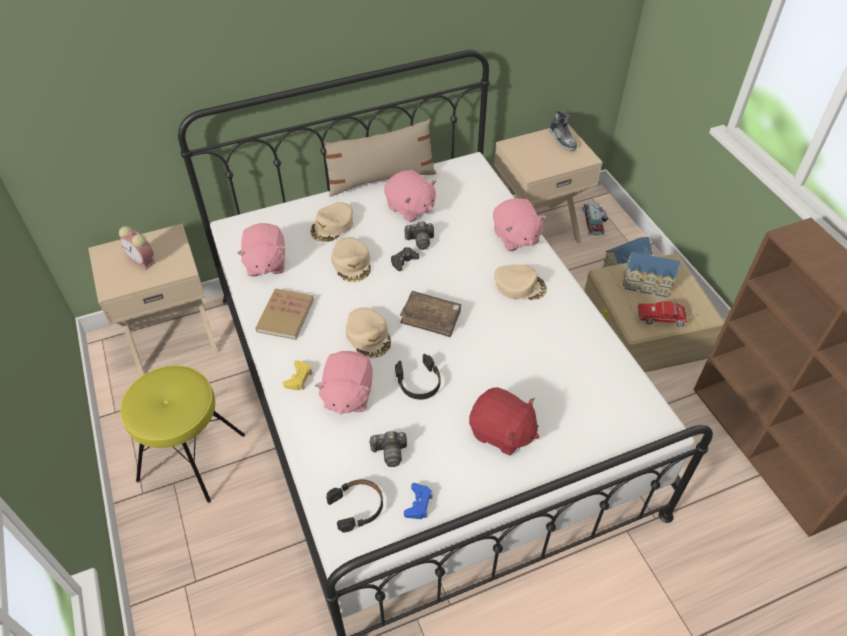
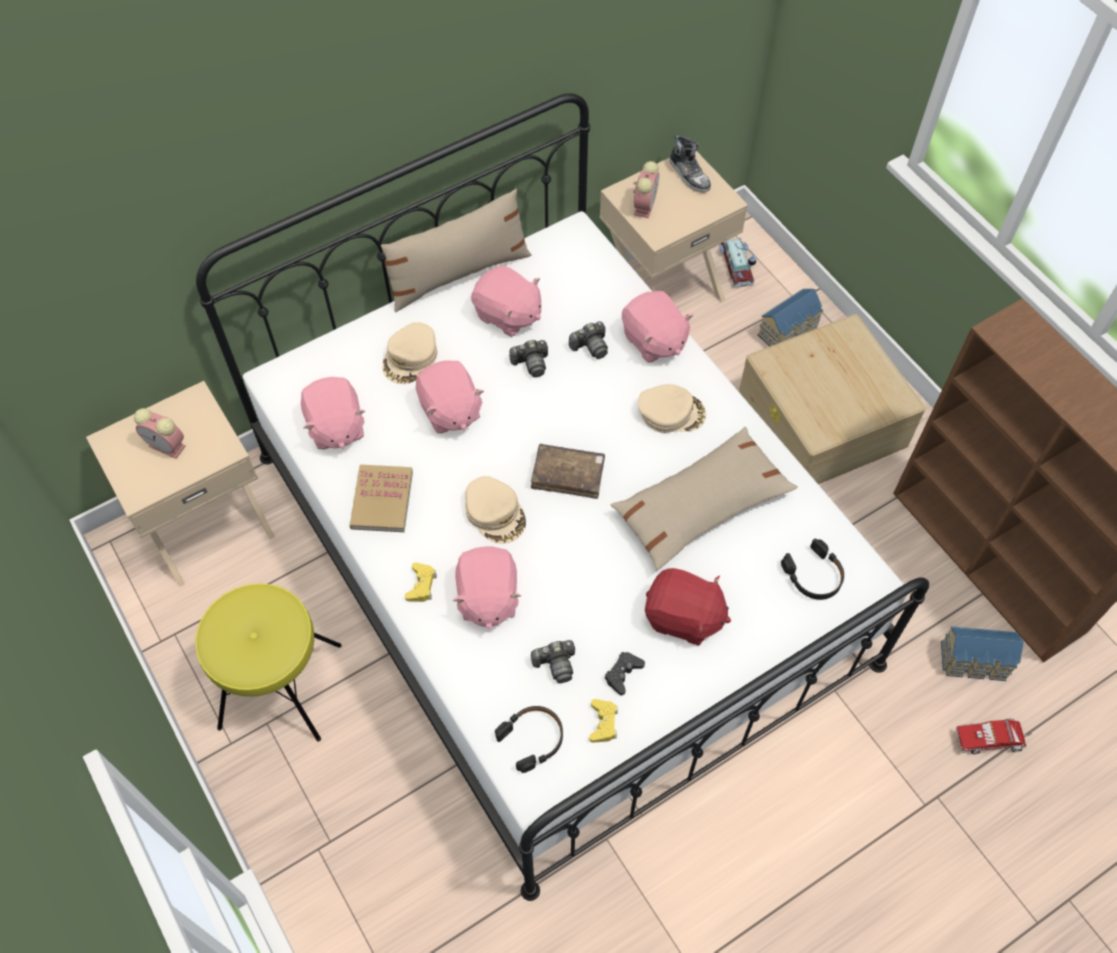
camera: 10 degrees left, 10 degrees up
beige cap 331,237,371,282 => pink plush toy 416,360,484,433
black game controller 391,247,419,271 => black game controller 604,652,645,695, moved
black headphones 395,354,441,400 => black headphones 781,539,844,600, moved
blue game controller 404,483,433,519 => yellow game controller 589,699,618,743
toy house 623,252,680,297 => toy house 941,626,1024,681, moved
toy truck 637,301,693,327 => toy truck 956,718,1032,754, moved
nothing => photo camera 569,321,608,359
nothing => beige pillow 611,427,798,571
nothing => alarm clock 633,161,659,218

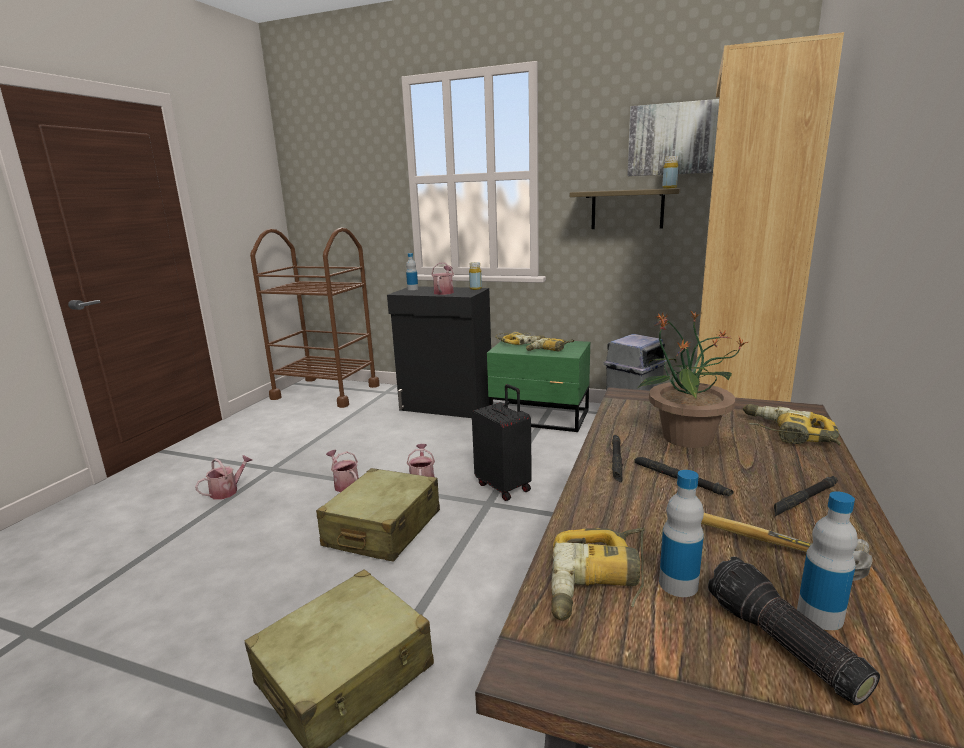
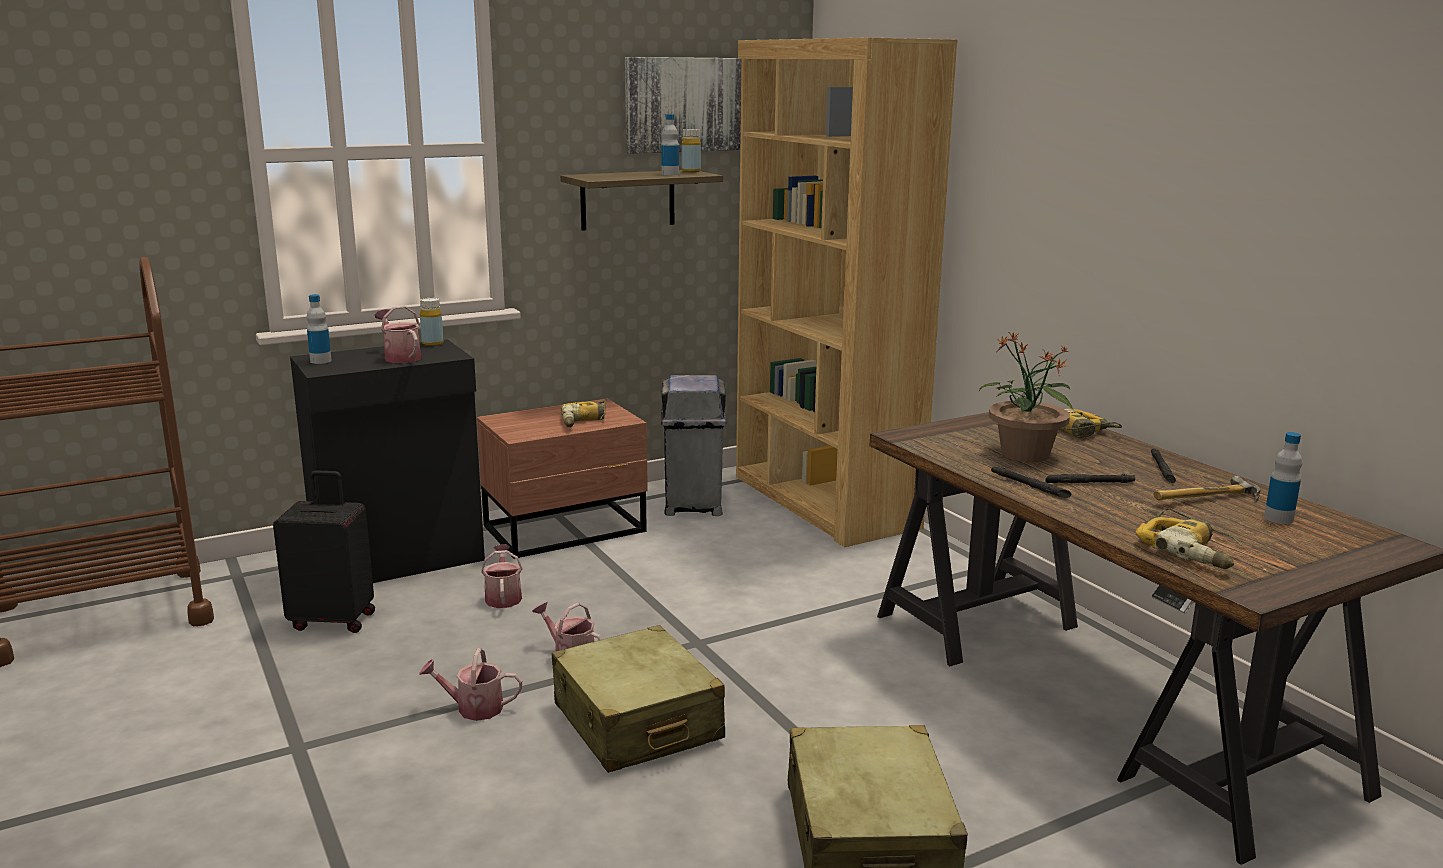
camera: 50 degrees left, 0 degrees up
watering can 195,455,252,500 => watering can 481,544,523,608, moved
black suitcase 472,384,532,501 => black suitcase 273,470,375,633, moved
green nightstand 487,340,590,432 => brown nightstand 477,398,648,559
power drill 495,332,545,345 => nothing
bottle 659,470,704,597 => bottle 661,114,679,175, moved
flashlight 708,557,880,705 => nothing

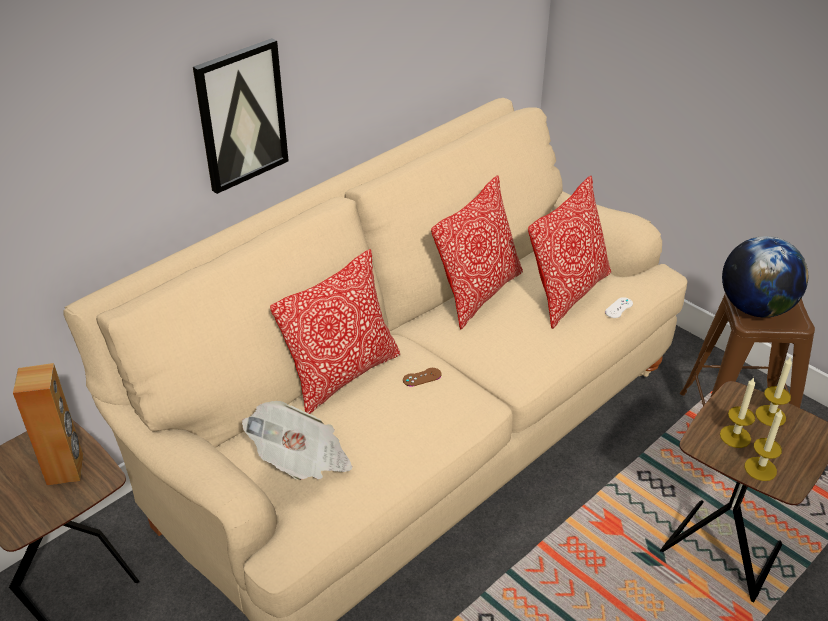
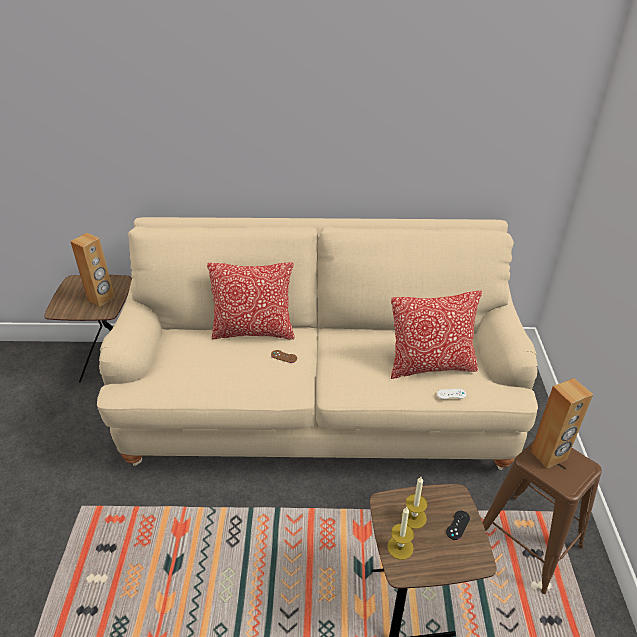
camera: 45 degrees right, 0 degrees up
picture 193,38,289,194 => nothing
newspaper 242,401,353,480 => nothing
pillow 431,176,523,330 => nothing
globe 722,236,808,317 => brown speaker 531,378,593,469
candle 755,356,792,426 => black game controller 446,511,470,540

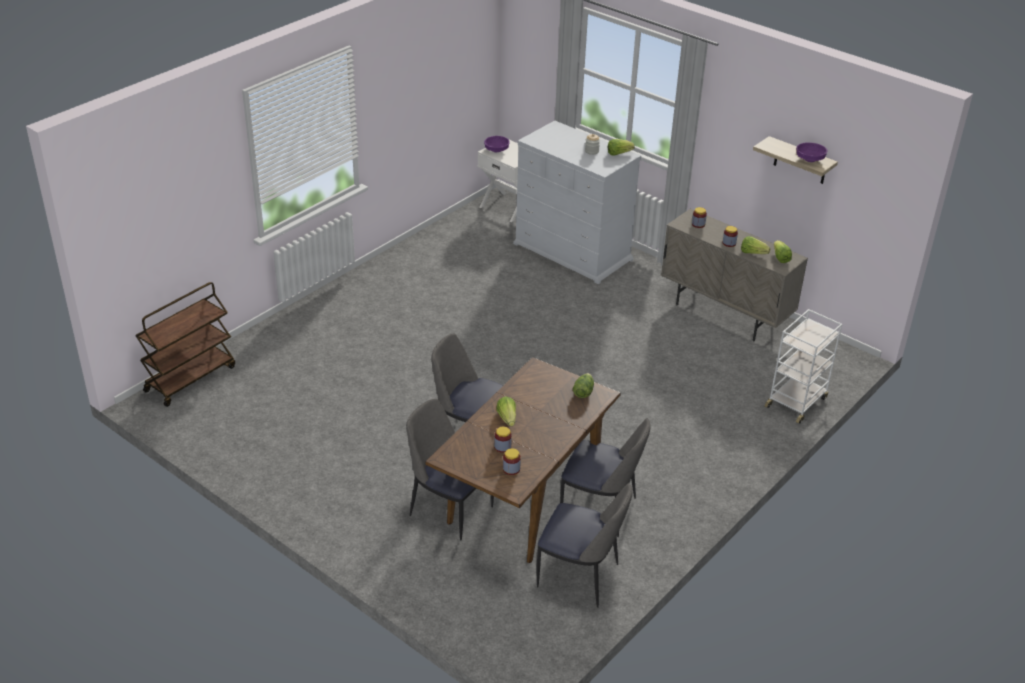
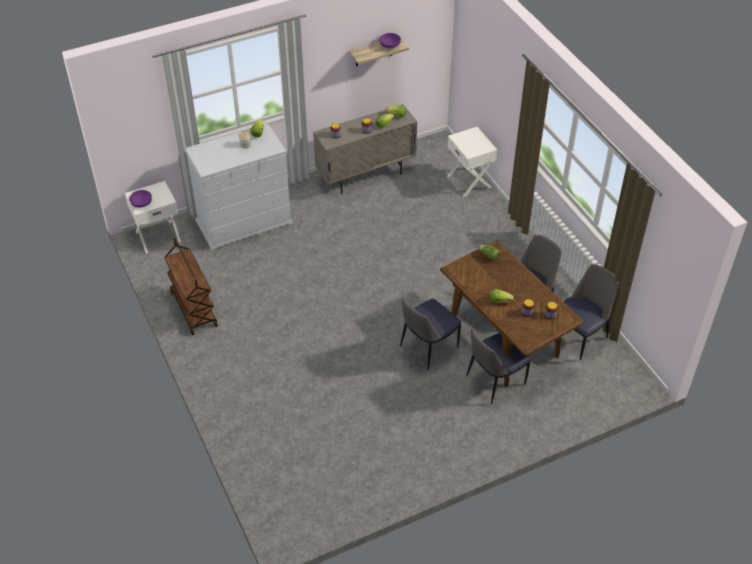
camera: 65 degrees left, 10 degrees up
brown cart 136,282,235,407 => brown cart 164,238,218,335, moved
white cart 764,309,842,423 => white nightstand 447,127,497,197

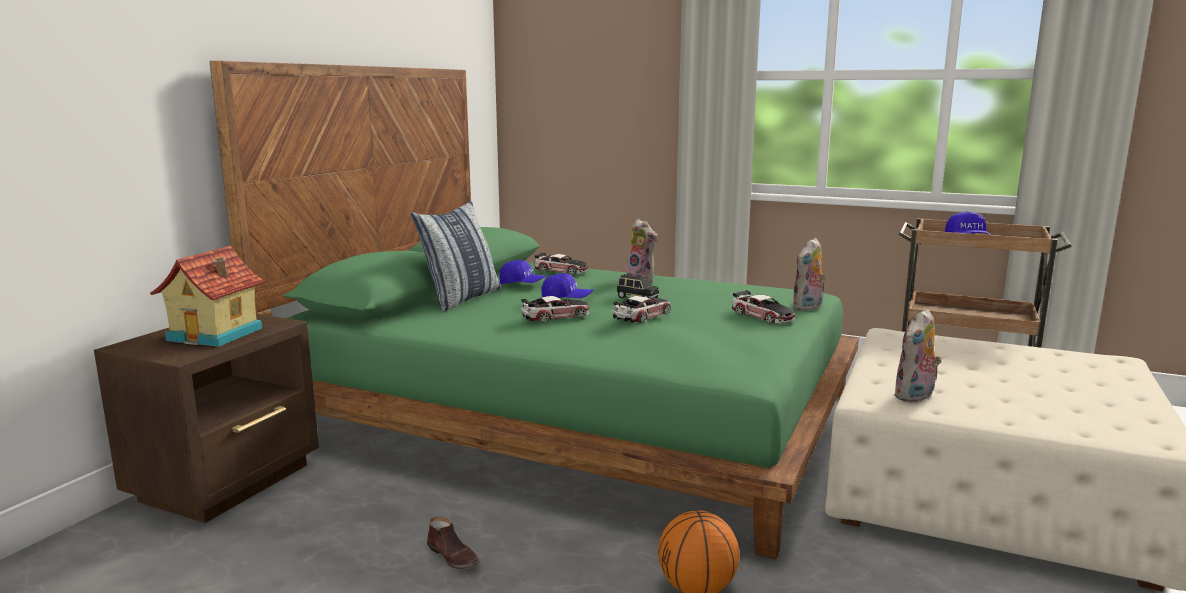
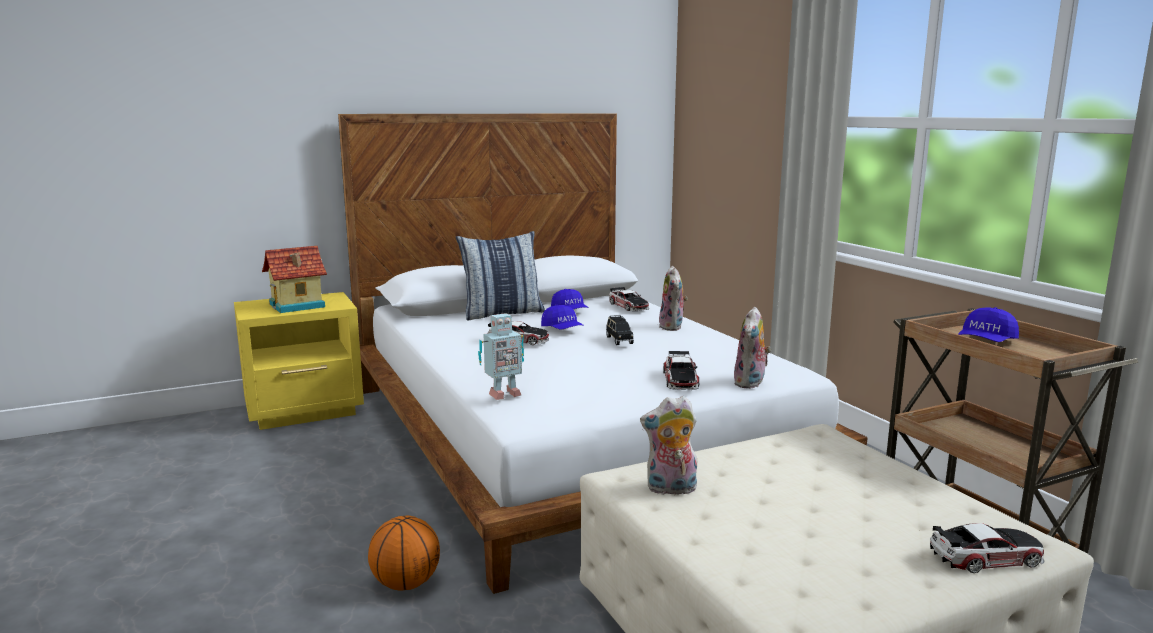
camera: 40 degrees right, 0 degrees up
brown nightstand 94,314,319,523 => yellow nightstand 234,292,364,430
green bed 210,61,859,559 => white bed 338,113,868,594
brown shoe 427,517,480,569 => nothing
toy car 613,296,671,323 => toy car 930,523,1044,573, moved
plush toy 793,238,827,311 => plush toy 734,307,771,389, 60 degrees counterclockwise
nothing => toy robot 478,313,524,400

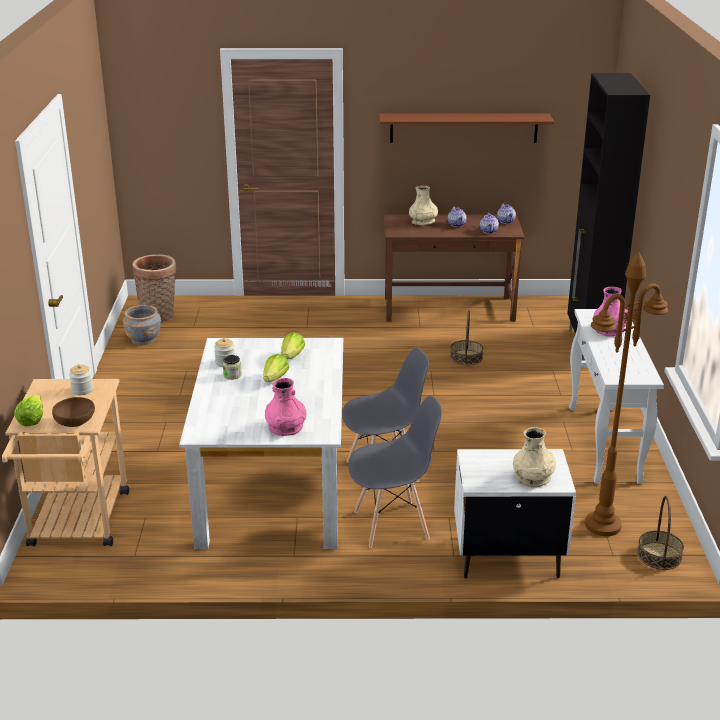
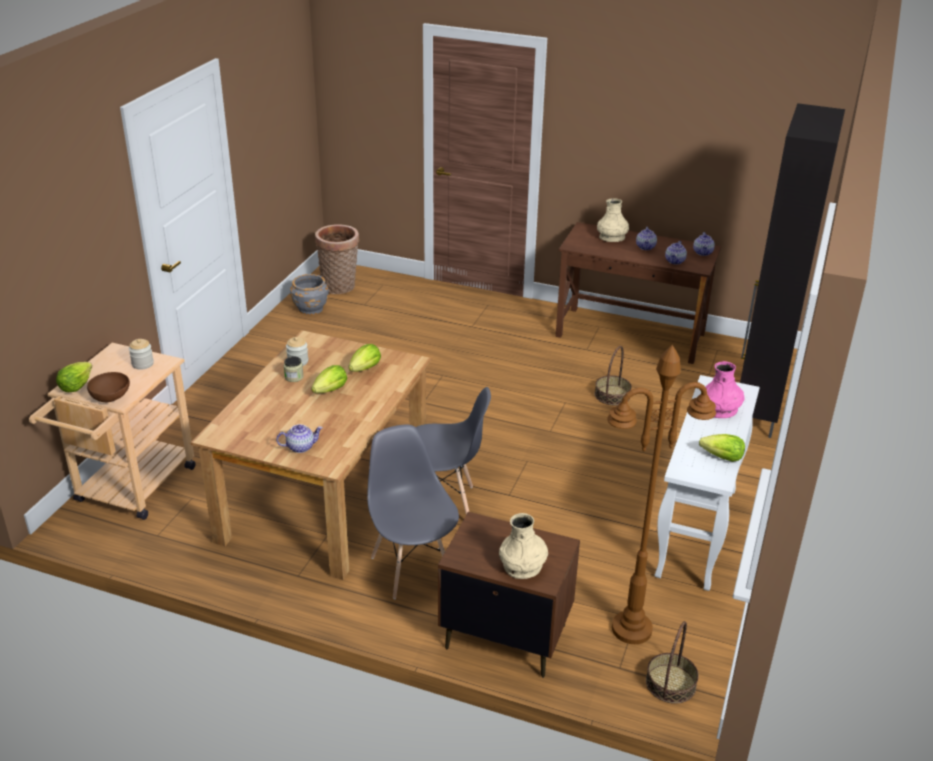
camera: 20 degrees right, 5 degrees up
white dining table 179,338,343,549 => brown dining table 191,330,431,580
pink vase 265,378,306,436 => teapot 276,424,323,453
grey chair 348,396,442,548 => grey chair 367,425,459,599, 120 degrees counterclockwise
brown shelf 379,113,554,143 => nothing
white nightstand 454,449,576,578 => brown nightstand 438,512,580,678
nothing => lettuce 699,434,745,462

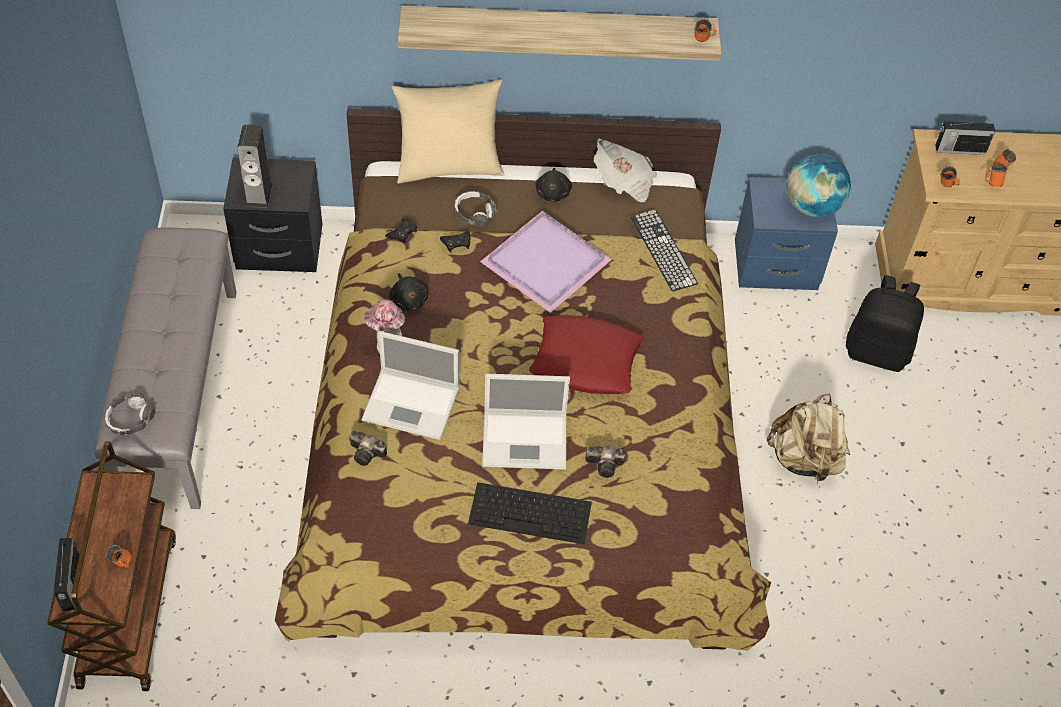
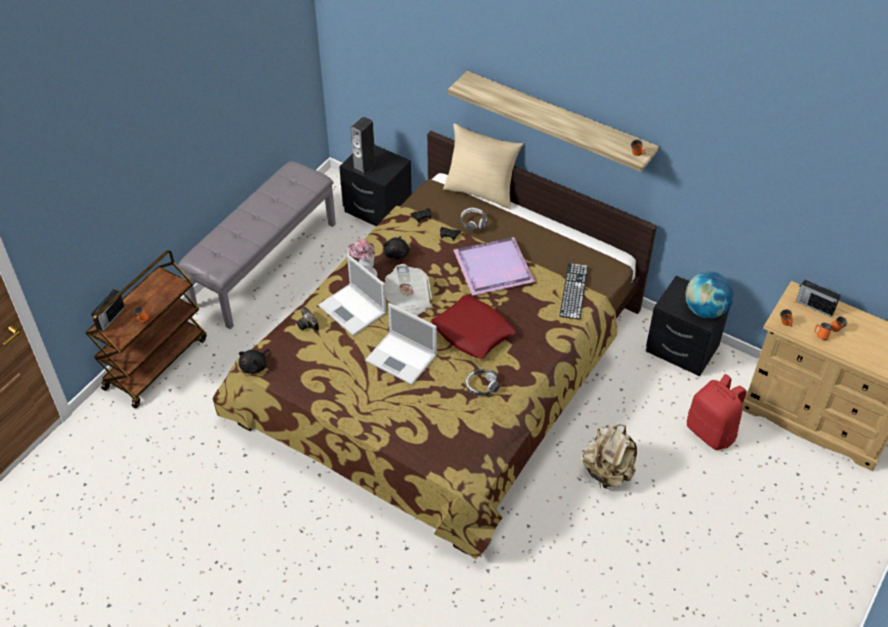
camera: 35 degrees right, 5 degrees down
headphones 105,393,155,435 => headphones 465,369,500,396, moved
keyboard 468,482,592,544 => nothing
black plush toy 535,168,572,202 => black plush toy 238,349,269,374, moved
photo camera 585,446,625,478 => nothing
newspaper 594,139,657,202 => newspaper 385,264,432,316, moved
blue nightstand 735,177,838,290 => black nightstand 646,276,730,376
black backpack 846,275,924,372 => red backpack 687,374,747,450

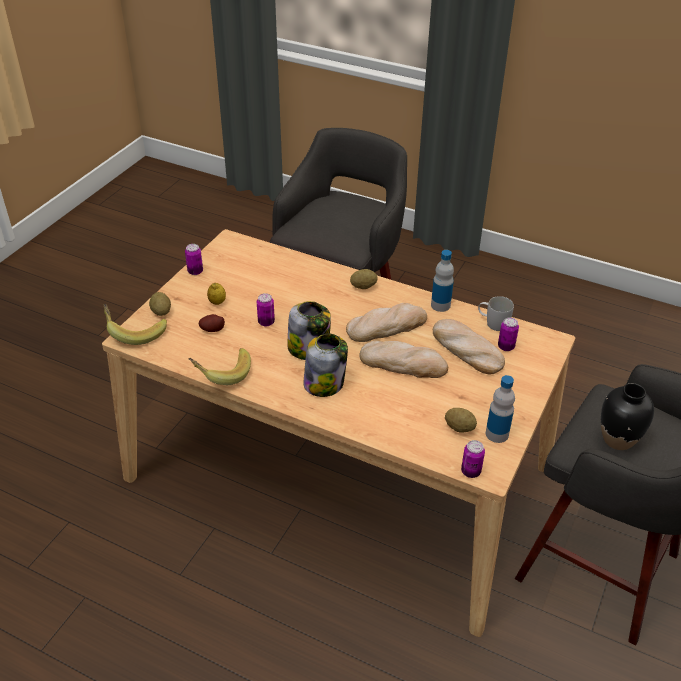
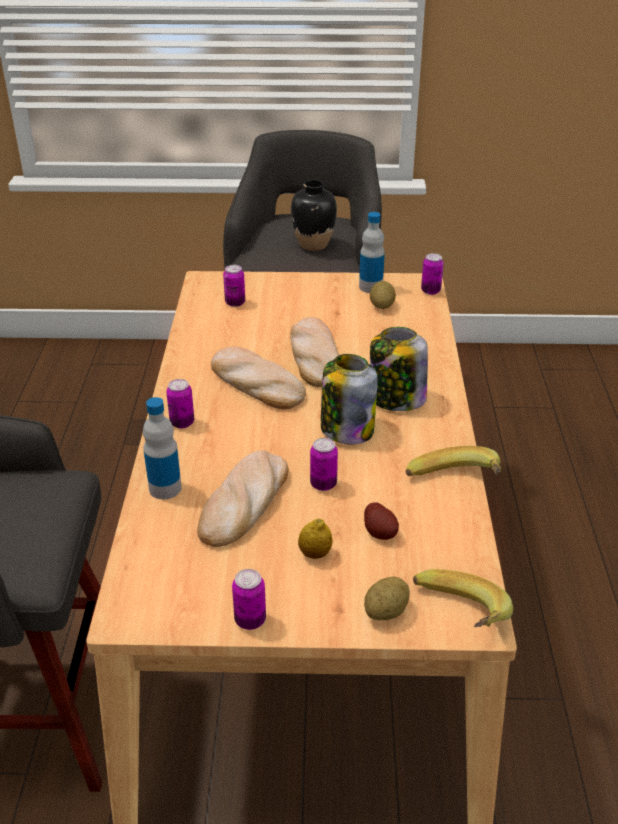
camera: 115 degrees left, 5 degrees down
potato 350,269,378,289 => can 166,379,194,429
bottle 431,250,454,312 => bottle 143,397,182,499, moved
bread 433,319,505,374 => bread 197,451,289,547, moved
white mug 478,296,514,331 => nothing

